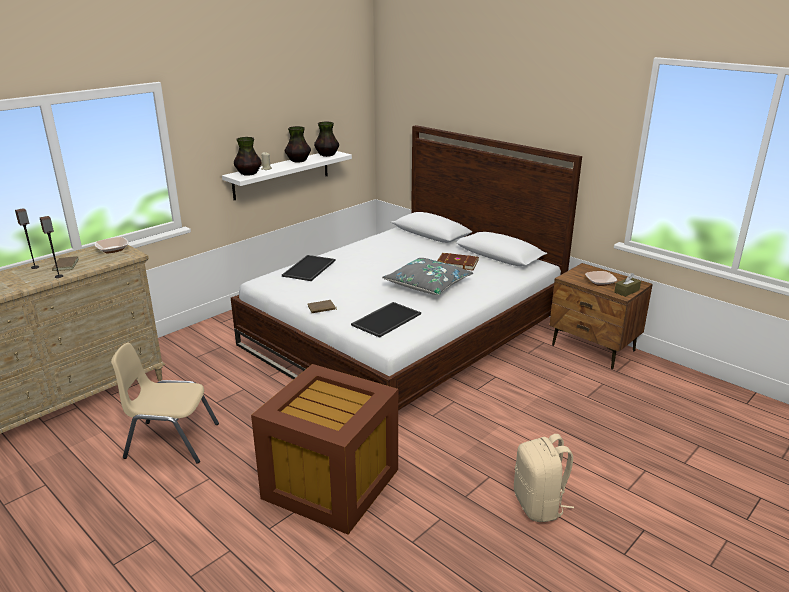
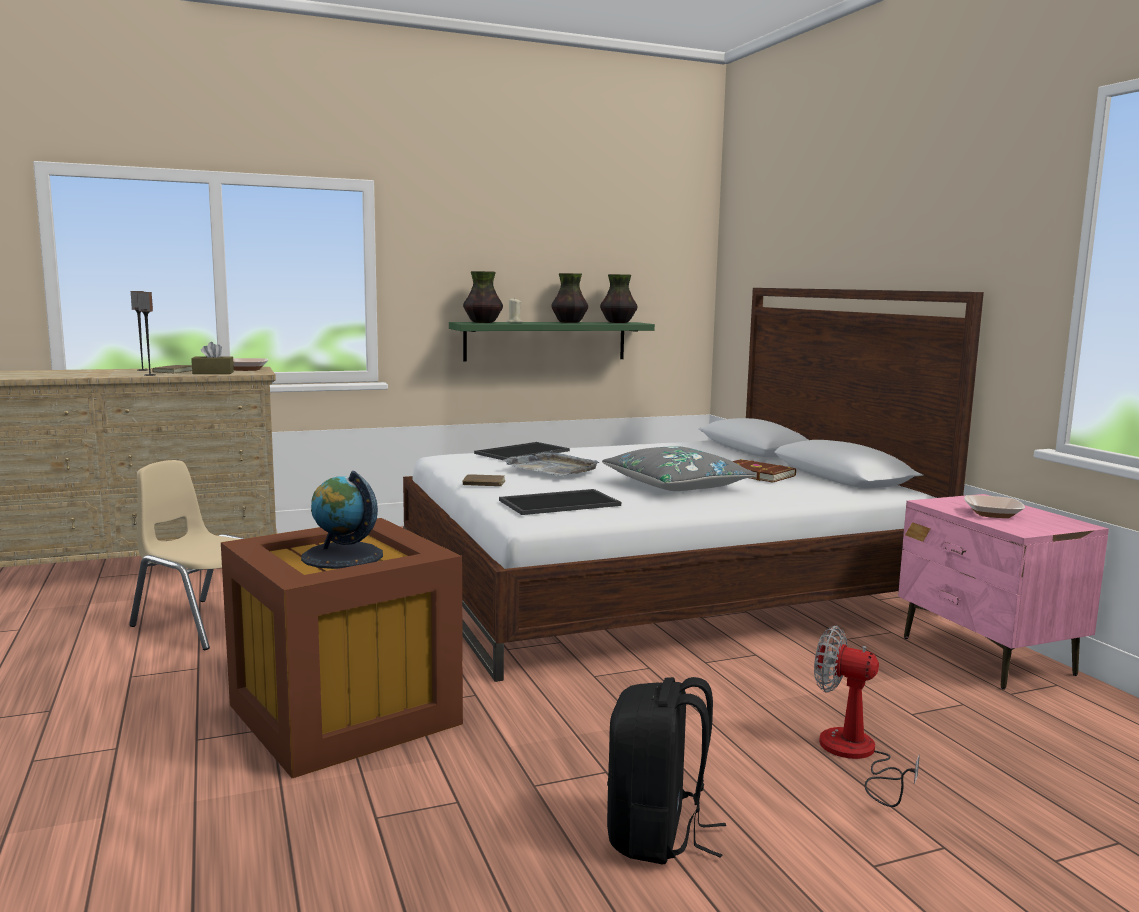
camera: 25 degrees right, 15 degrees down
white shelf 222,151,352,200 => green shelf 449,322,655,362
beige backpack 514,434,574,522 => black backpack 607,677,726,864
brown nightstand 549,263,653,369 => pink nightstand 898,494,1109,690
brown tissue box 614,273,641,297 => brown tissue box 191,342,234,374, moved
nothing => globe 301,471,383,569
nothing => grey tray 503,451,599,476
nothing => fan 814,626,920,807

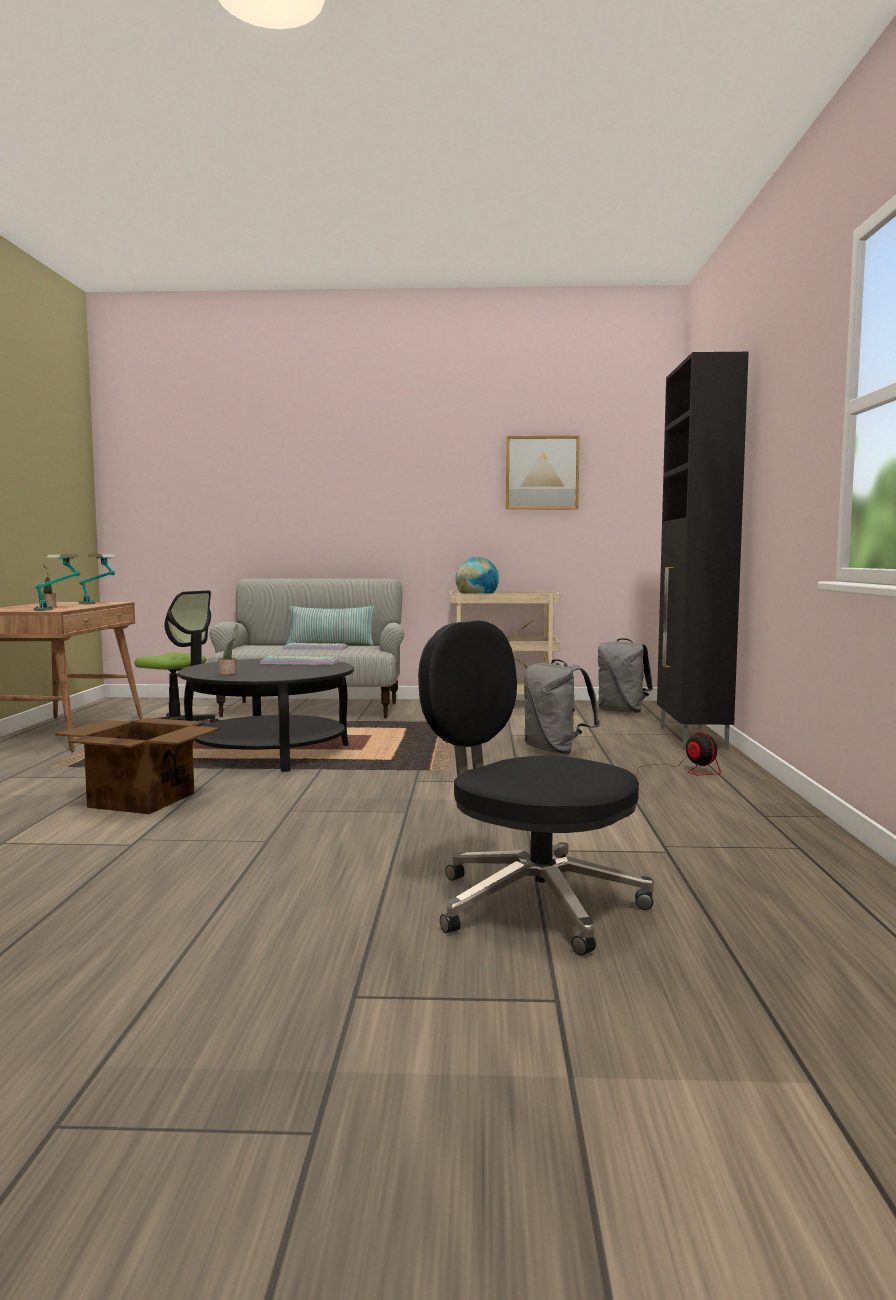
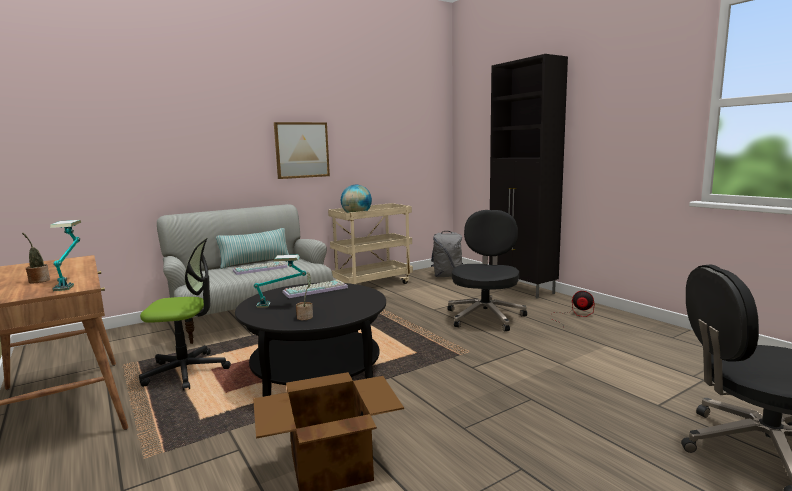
camera: 35 degrees left, 5 degrees up
table lamp 78,555,116,604 => table lamp 254,255,306,308, moved
picture 506,436,580,510 => picture 274,122,330,179, moved
grey backpack 524,659,600,754 => black office chair 447,210,527,331

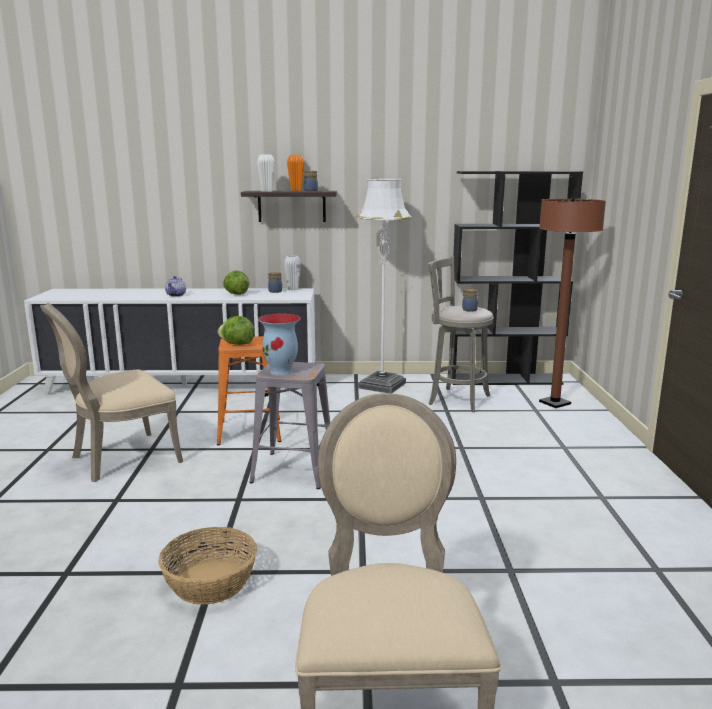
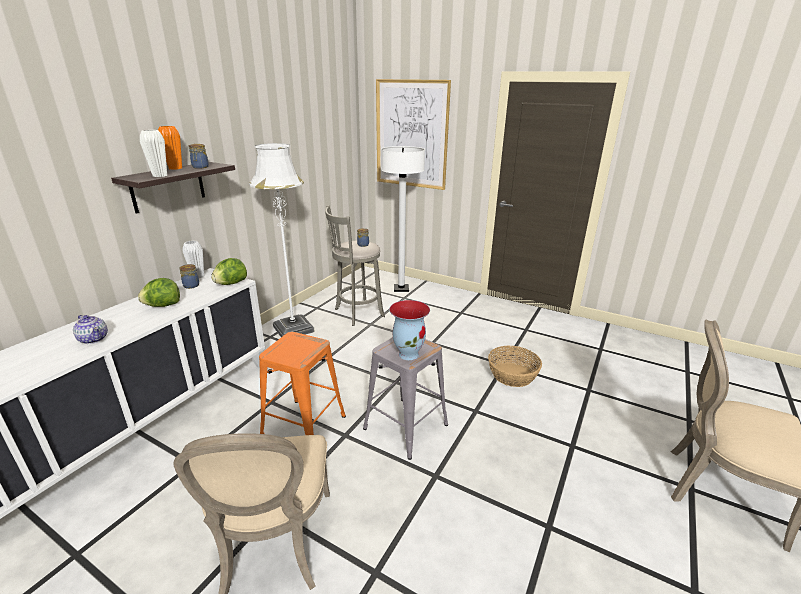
camera: 60 degrees left, 10 degrees up
basket 158,527,257,605 => basket 488,346,542,387, moved
lettuce 218,316,254,345 => lettuce 211,258,247,285, moved
black bookcase 449,171,583,385 => nothing
brown floor lamp 539,199,606,408 => white floor lamp 381,146,425,292
nothing => picture 376,79,451,190

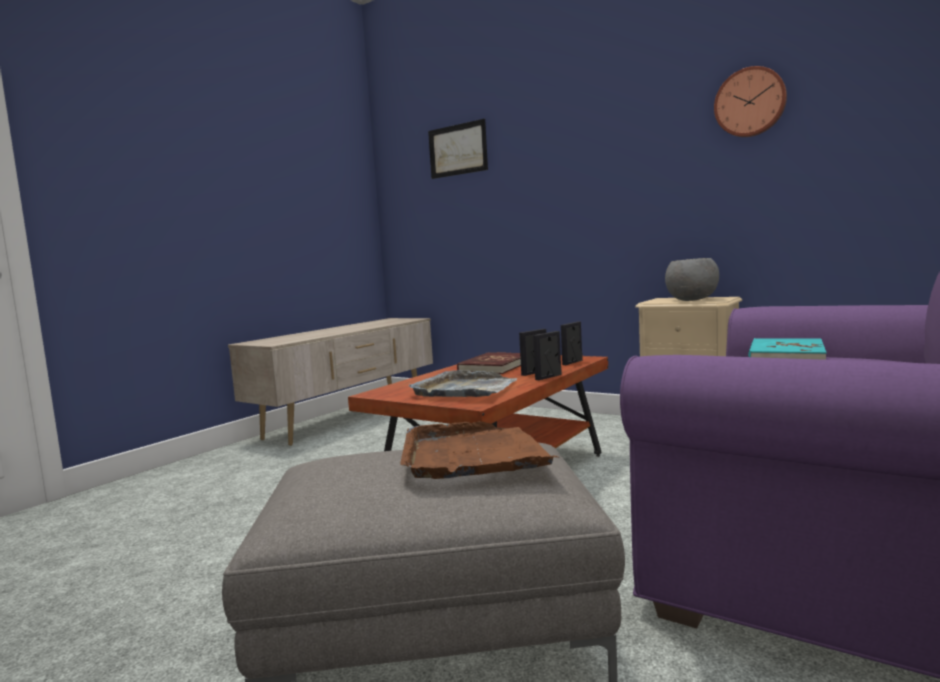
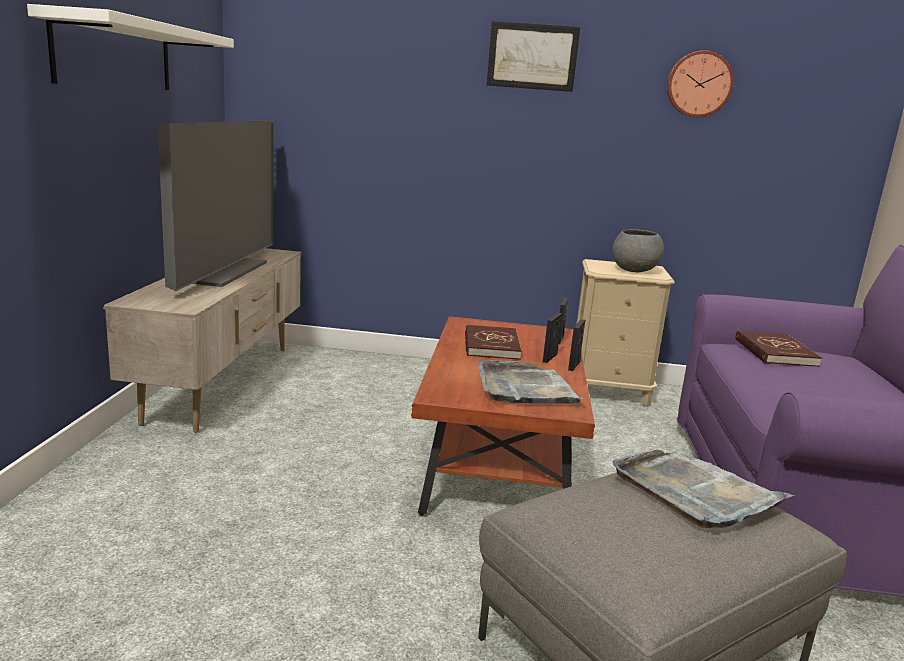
camera: 30 degrees left, 10 degrees up
brown tray 400,421,558,479 => grey tray 612,450,795,528
picture 428,119,488,179 => picture 487,21,580,92, moved
turquoise book 748,338,827,360 => red book 735,330,822,367
nothing => white shelf 27,4,234,90
nothing => television 158,120,273,291

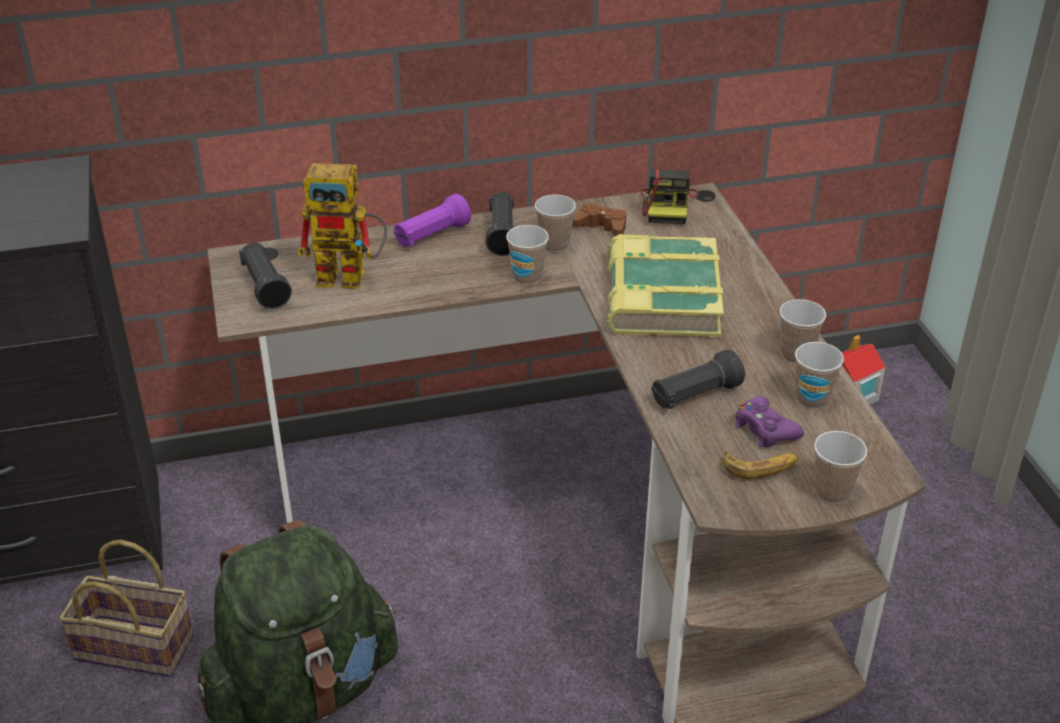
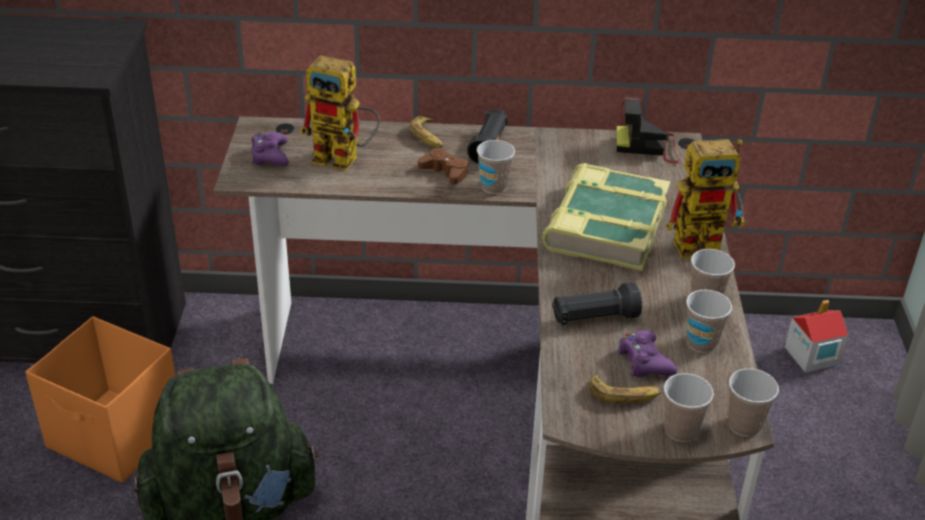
camera: 15 degrees right, 0 degrees up
basket 59,540,193,677 => orange storage box 25,316,175,483
black flashlight 239,243,292,309 => purple game controller 251,132,289,166
purple flashlight 394,194,471,247 => banana 410,116,443,148
cup 535,195,576,252 => cup 728,368,779,437, moved
brown game controller 572,203,626,236 => brown game controller 418,148,468,185, moved
photo camera 641,169,698,224 => photo camera 617,96,679,164, 75 degrees clockwise
nothing => toy robot 666,139,745,258

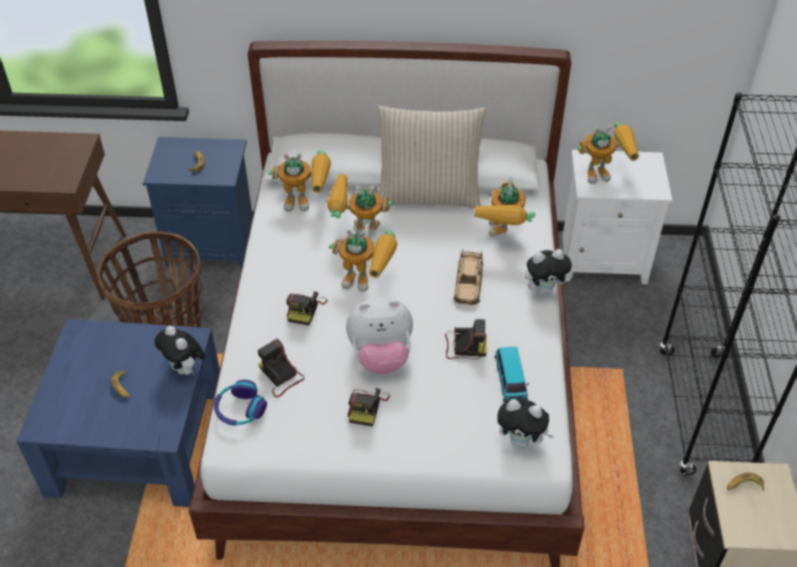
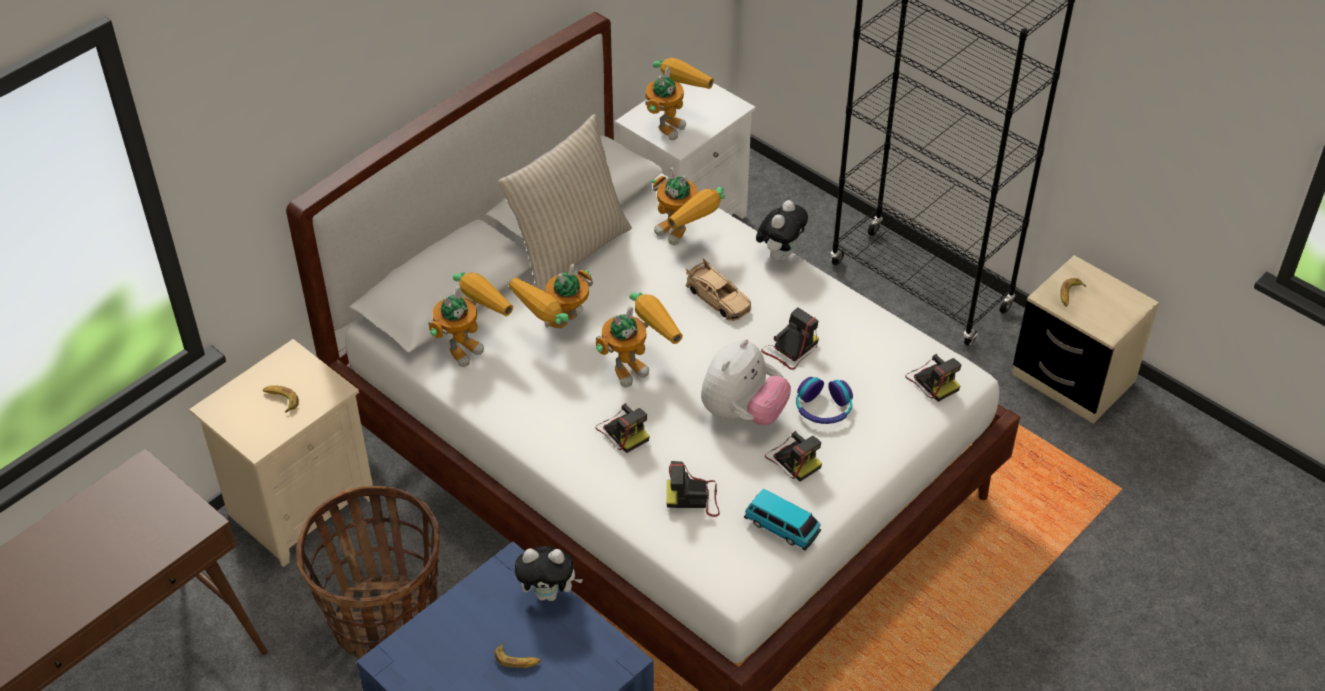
camera: 50 degrees left, 0 degrees up
blue nightstand 143,137,253,269 => beige nightstand 189,339,373,567
headphones 214,380,267,426 => headphones 796,377,853,424, moved
toy car 495,347,529,402 => toy car 744,489,821,551, moved
plush toy 497,399,554,448 => photo camera 905,354,962,402

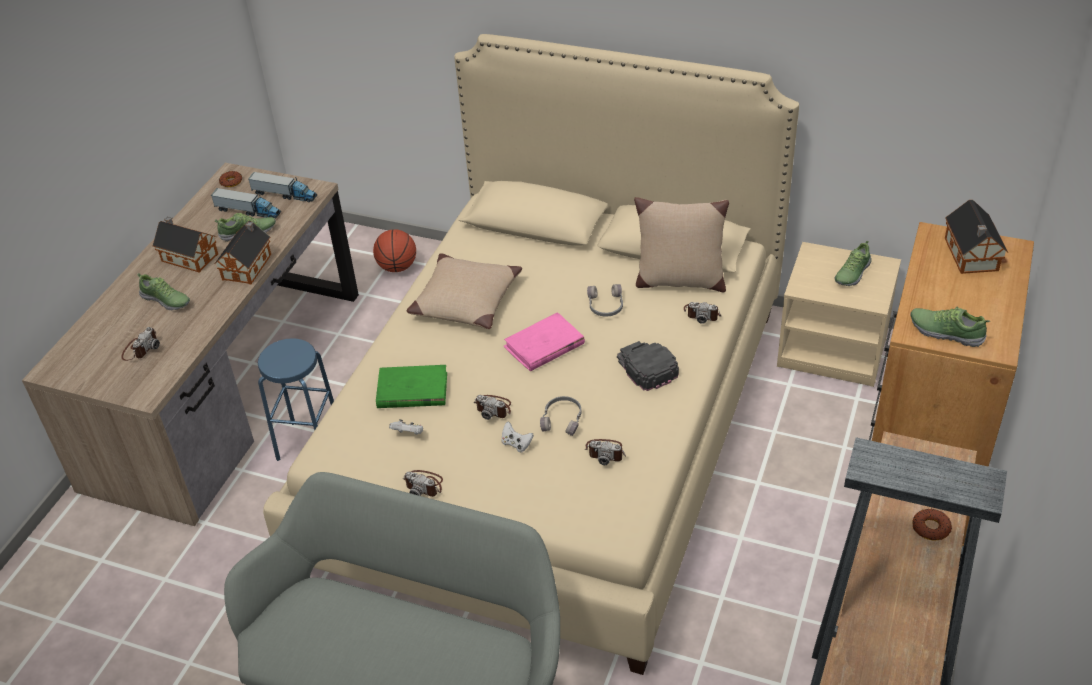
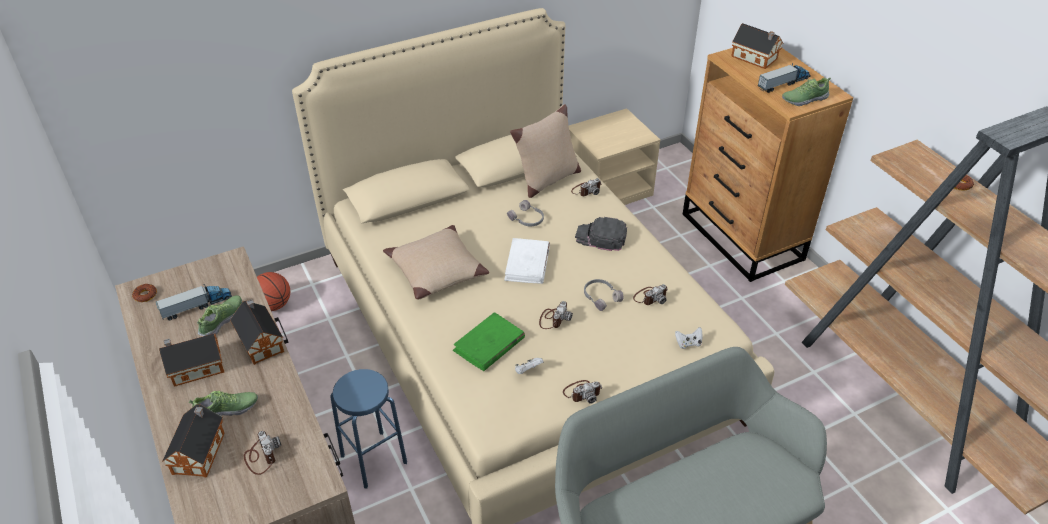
camera: 50 degrees left, 0 degrees up
toy truck 248,172,317,202 => toy truck 758,63,811,93, moved
photo camera 473,395,511,420 => photo camera 539,301,573,329, 45 degrees counterclockwise
white game controller 502,422,534,452 => white game controller 675,327,703,349, moved
pink book 503,312,585,371 => white book 504,238,550,284
shoe 835,241,872,286 => nothing
nothing => toy house 162,404,225,477

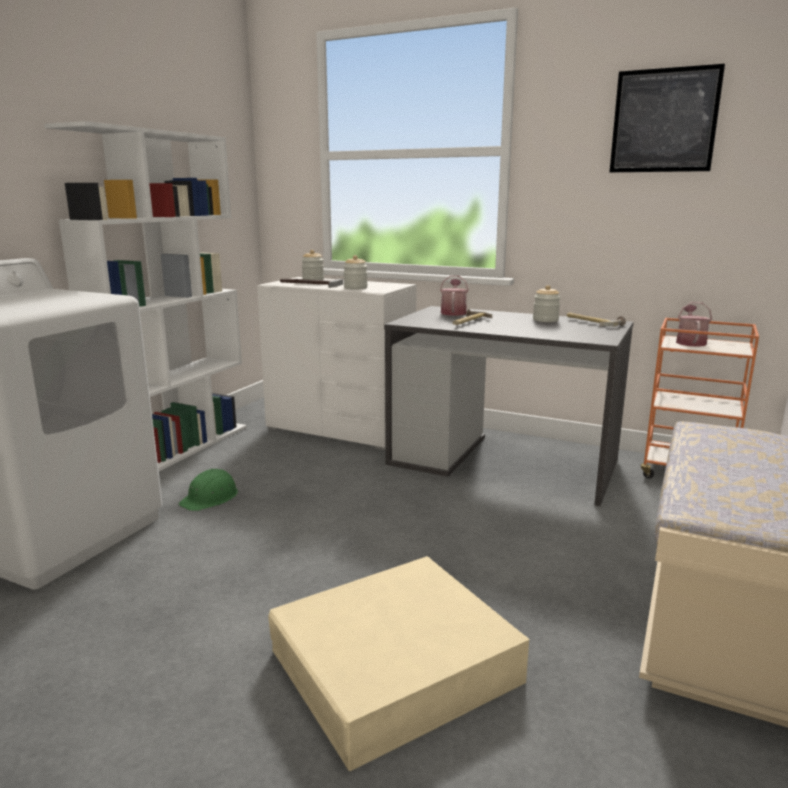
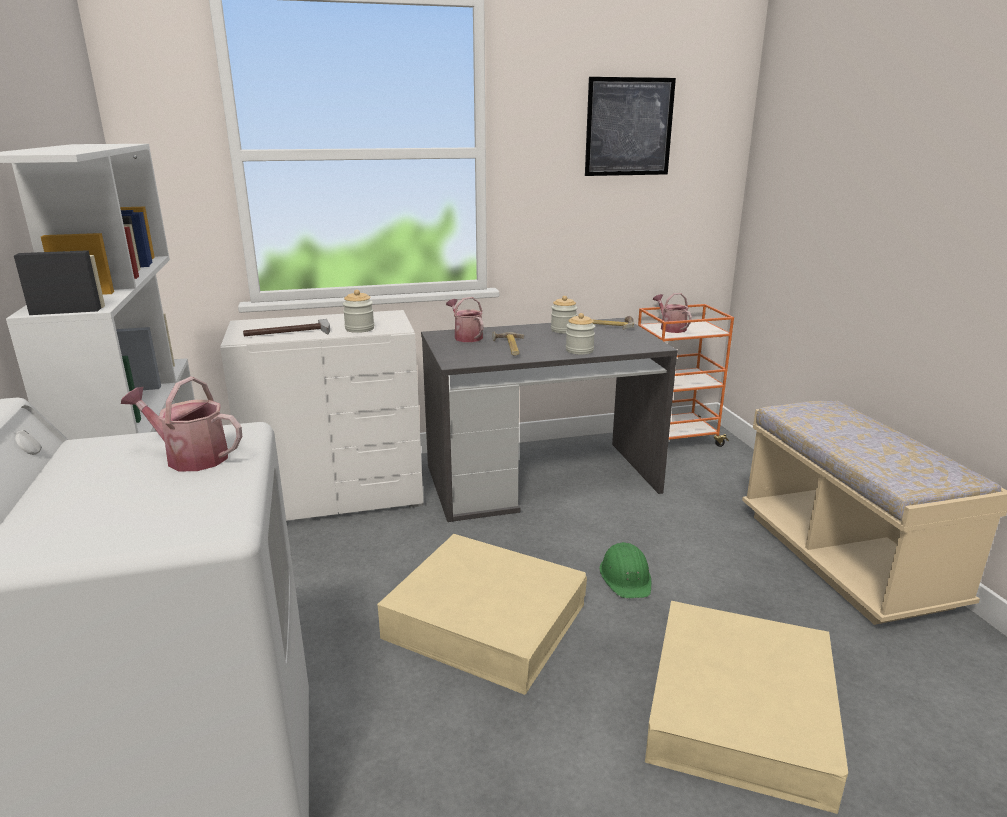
camera: 40 degrees left, 5 degrees up
green hard hat 179,469,238,511 => green hard hat 599,542,652,598, moved
jar 302,250,324,280 => jar 566,313,595,355, moved
nothing => watering can 121,377,242,471
nothing => beige storage box 377,534,587,695

